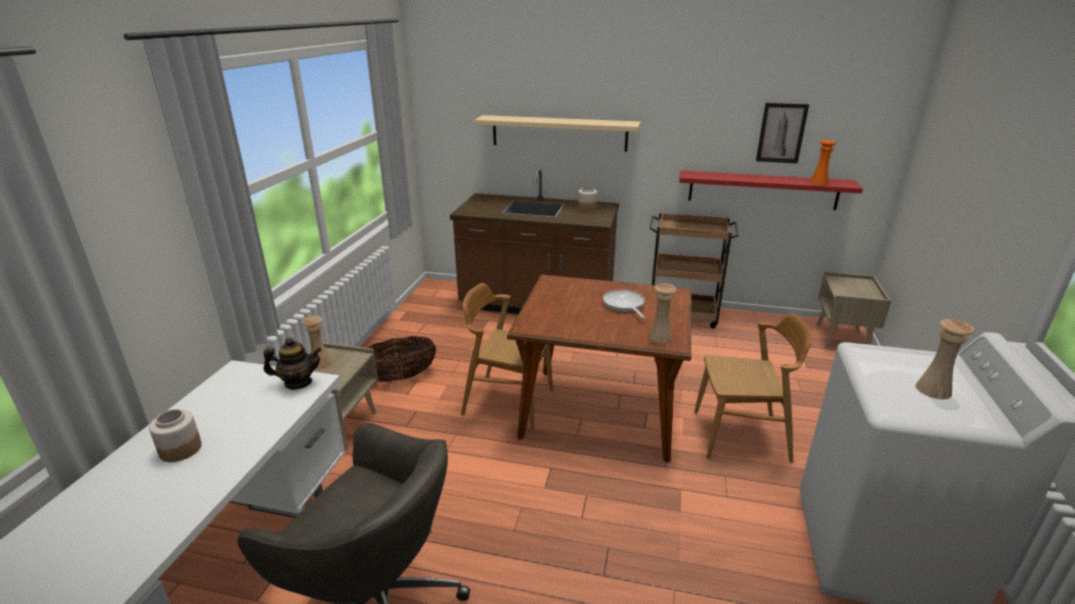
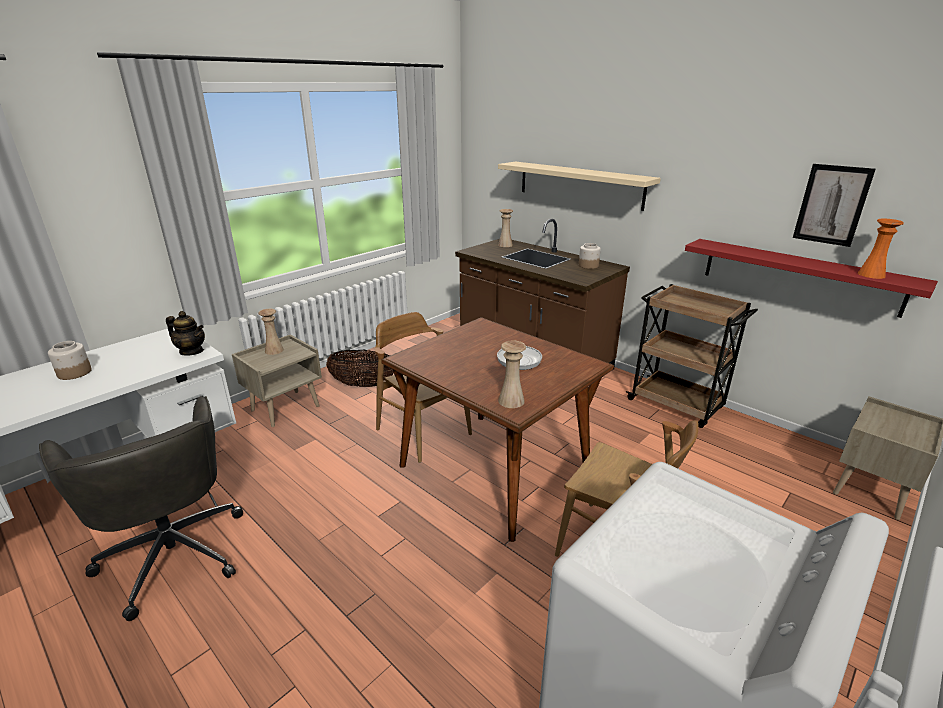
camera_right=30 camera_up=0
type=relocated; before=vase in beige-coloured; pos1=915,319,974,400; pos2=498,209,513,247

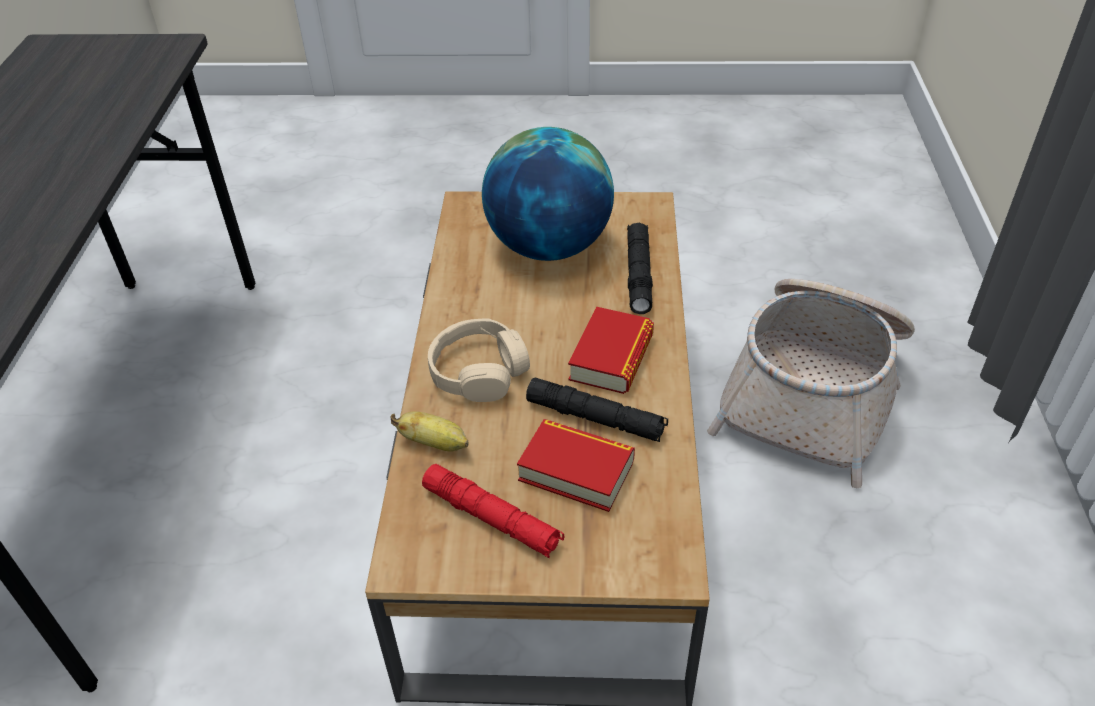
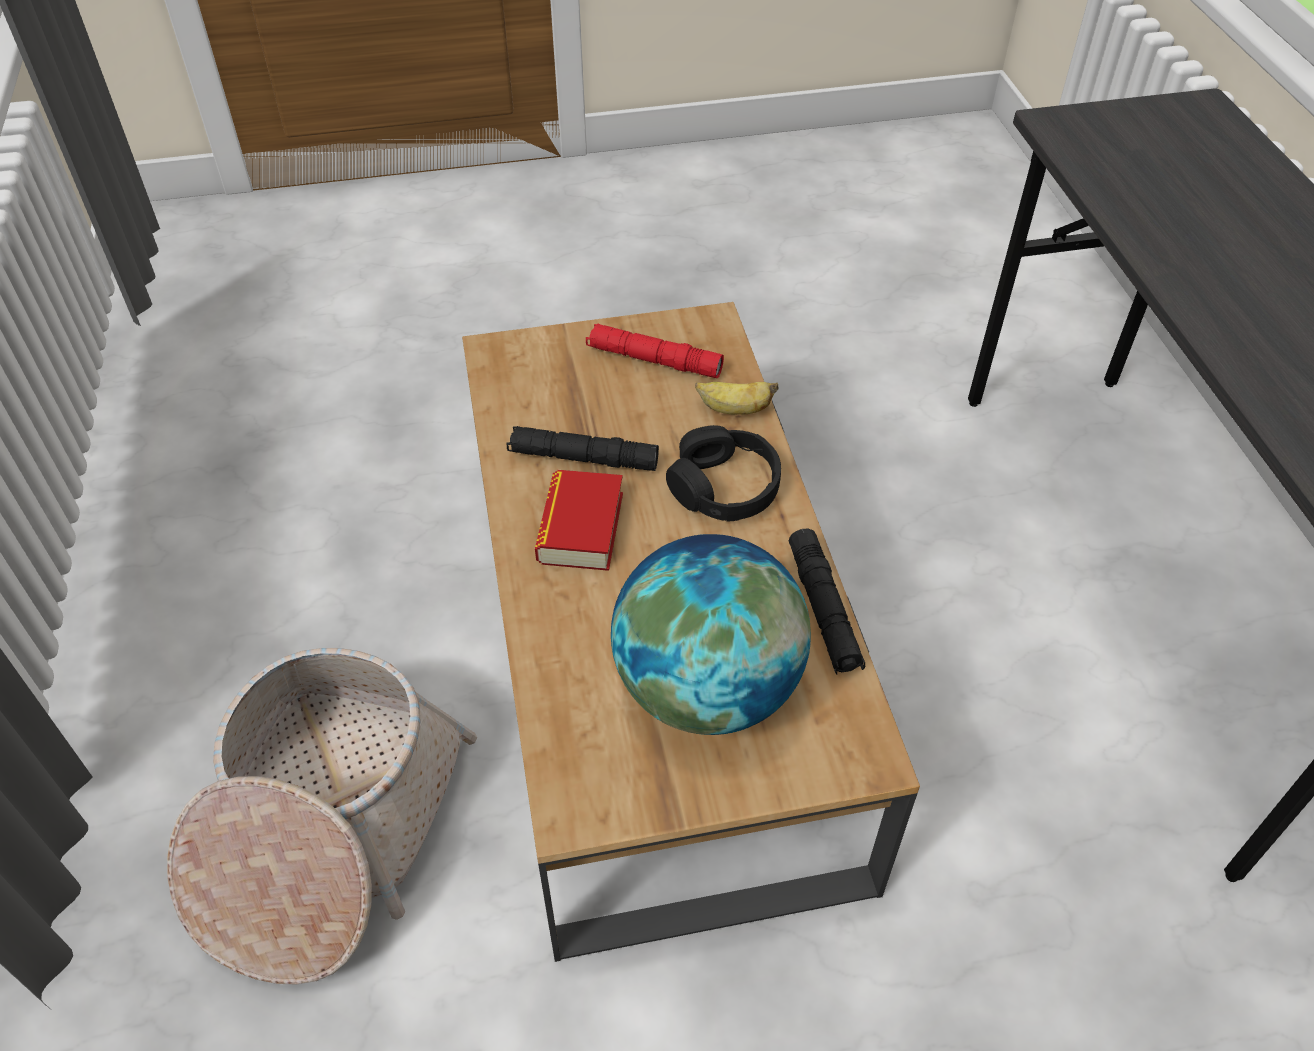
camera_right=165 camera_up=5
type=missing; before=book; pos1=517,419,635,512
type=relocated; before=torch in blackish; pos1=627,223,653,314; pos2=789,528,865,675
type=colour; before=pair of headphones in beige-coloured; after=pair of headphones in blackish; pos1=428,318,530,402; pos2=666,425,781,521

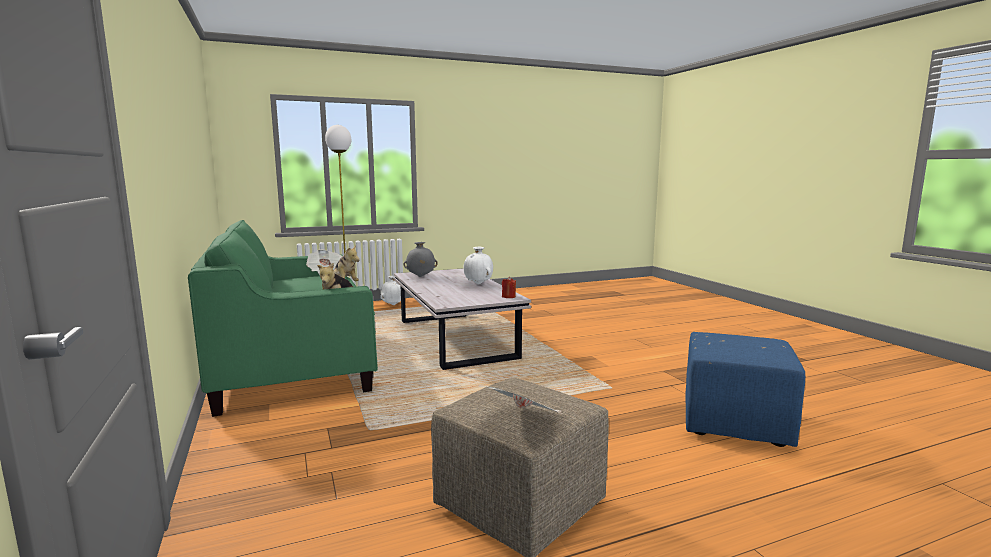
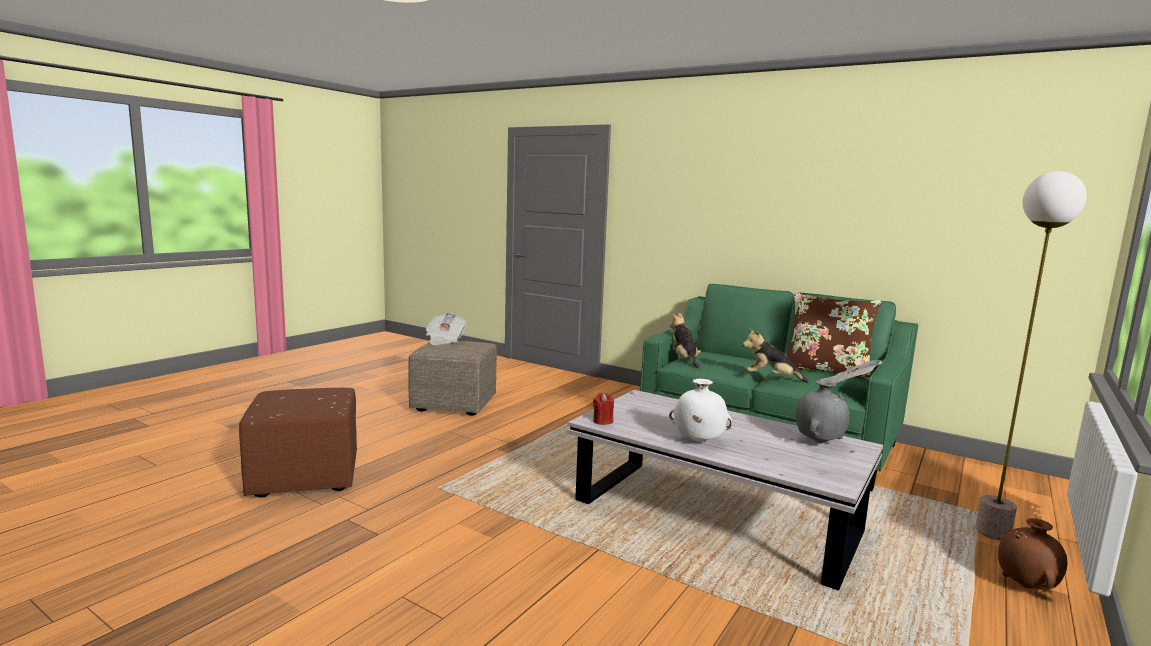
camera_right=145 camera_up=0
type=appeared; after=throw pillow in brown; pos2=788,292,882,380
type=colour; before=vase in white; after=vase in brown; pos1=380,276,401,305; pos2=998,518,1067,589
type=colour; before=ottoman in bluish; after=ottoman in brown; pos1=685,332,805,447; pos2=239,388,357,498

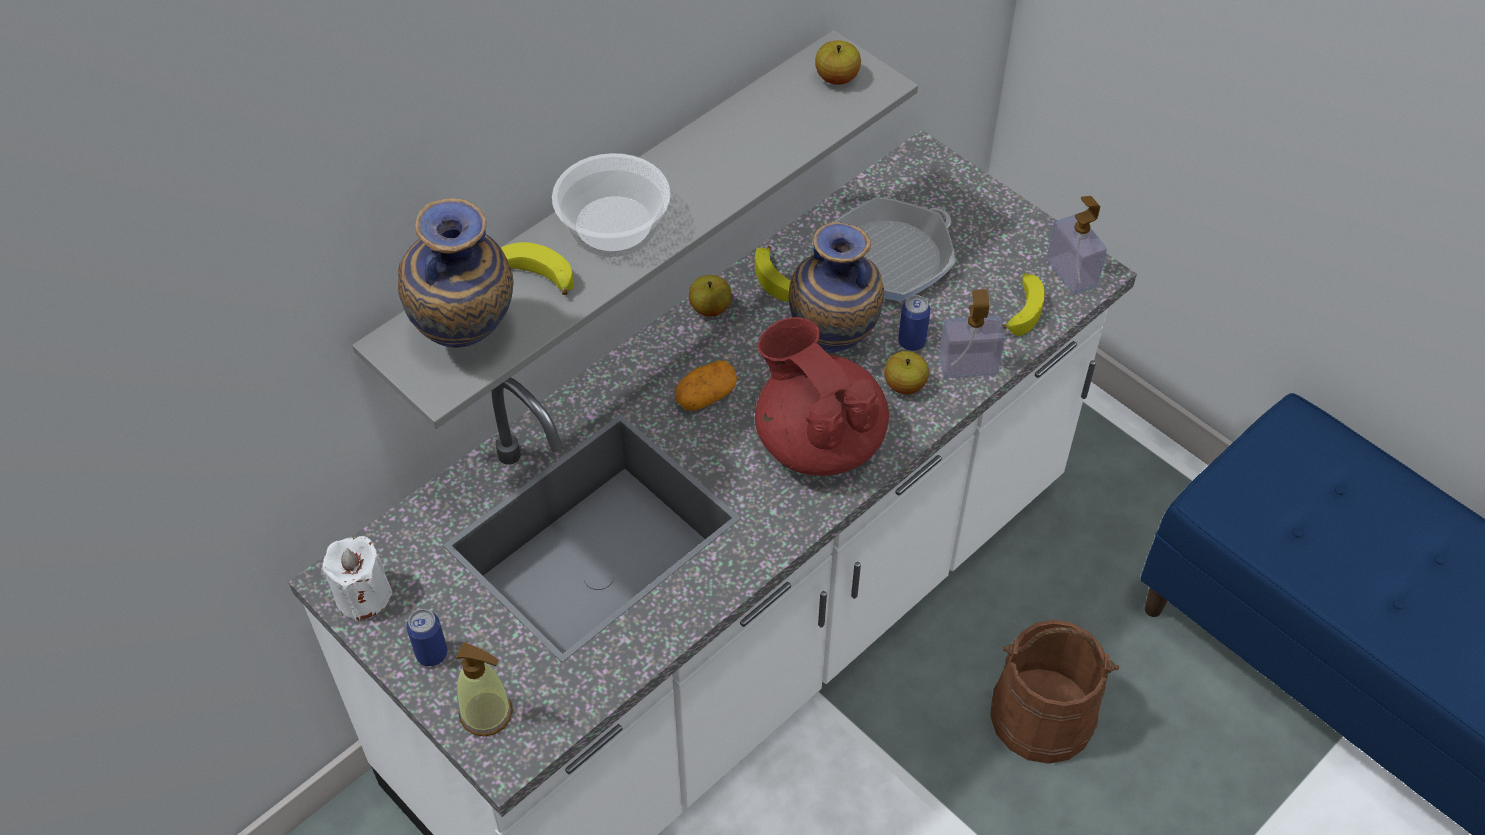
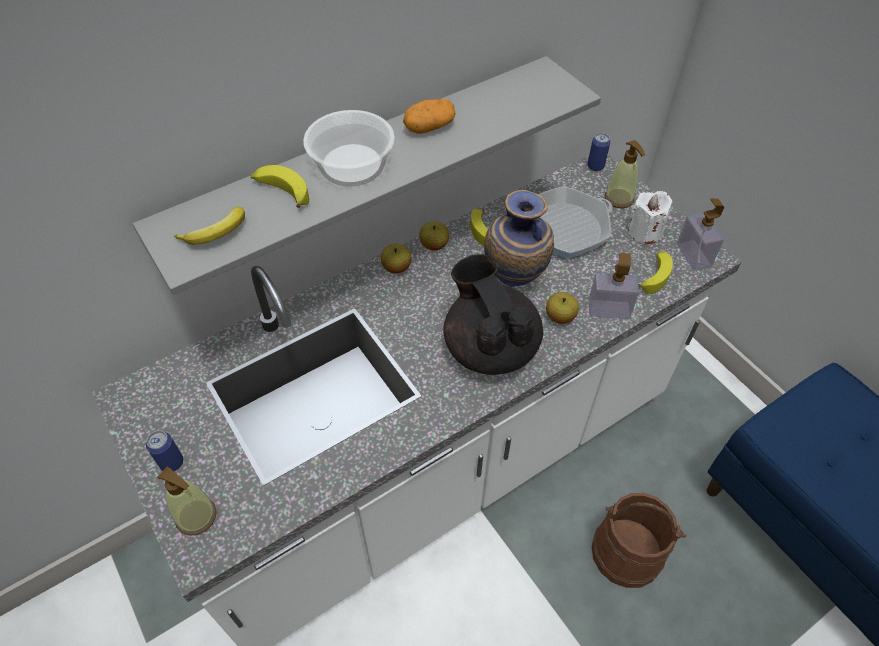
camera_right=10 camera_up=0
type=appeared; after=liquid soap bottle; pos2=605,140,645,208
type=relocated; before=candle in white; pos1=322,536,393,621; pos2=628,191,672,245
type=relocated; before=potato; pos1=675,361,737,411; pos2=403,99,456,134
type=relocated; before=apple fruit; pos1=815,40,861,85; pos2=381,244,411,274
type=relocated; before=can; pos1=898,295,931,351; pos2=587,133,610,171
type=exchanged; before=vase; after=banana; pos1=398,198,513,348; pos2=174,207,245,245
type=colour; before=tea pot in red-coloured; after=tea pot in blackish; pos1=755,317,889,476; pos2=443,254,543,375

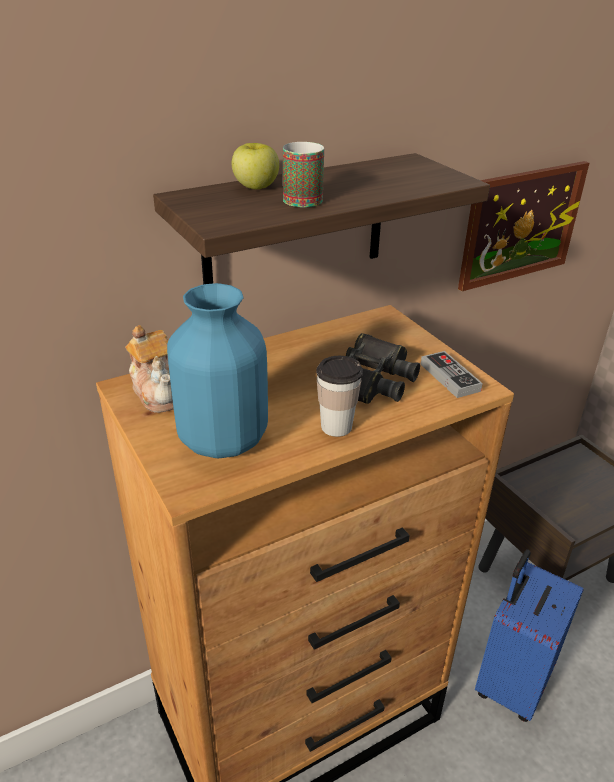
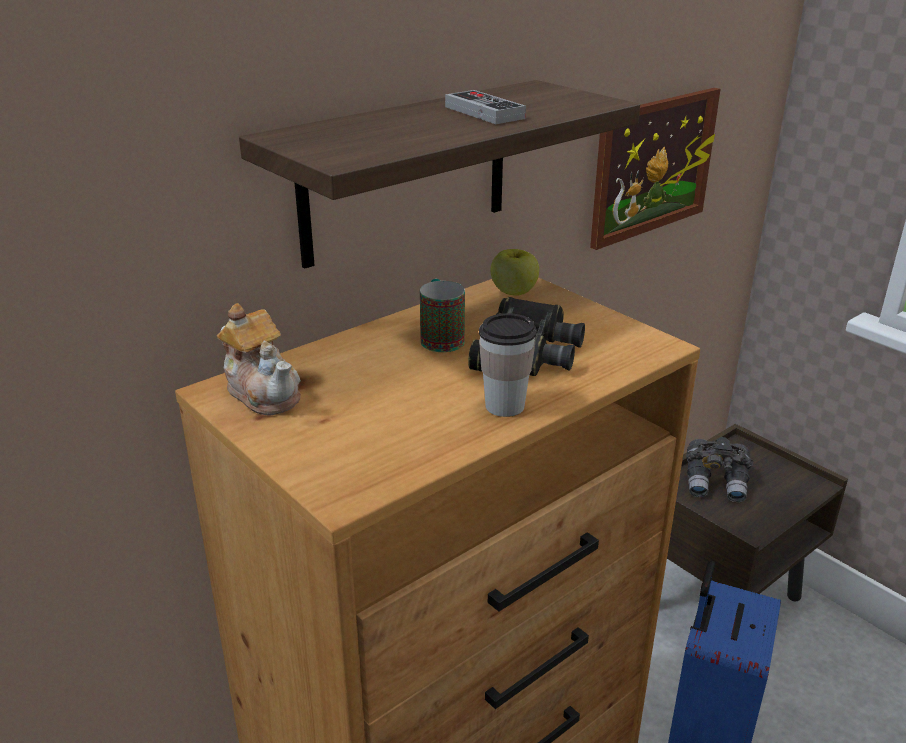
camera_right=-10 camera_up=-5
type=missing; before=vase in bluish; pos1=167,283,268,458
type=appeared; after=pair of binoculars in greyish; pos2=686,437,753,502
type=relocated; before=apple fruit; pos1=232,143,279,189; pos2=491,249,539,296
type=relocated; before=tea mug; pos1=283,142,324,207; pos2=420,279,465,352
type=relocated; before=joypad; pos1=420,351,483,398; pos2=445,90,526,124

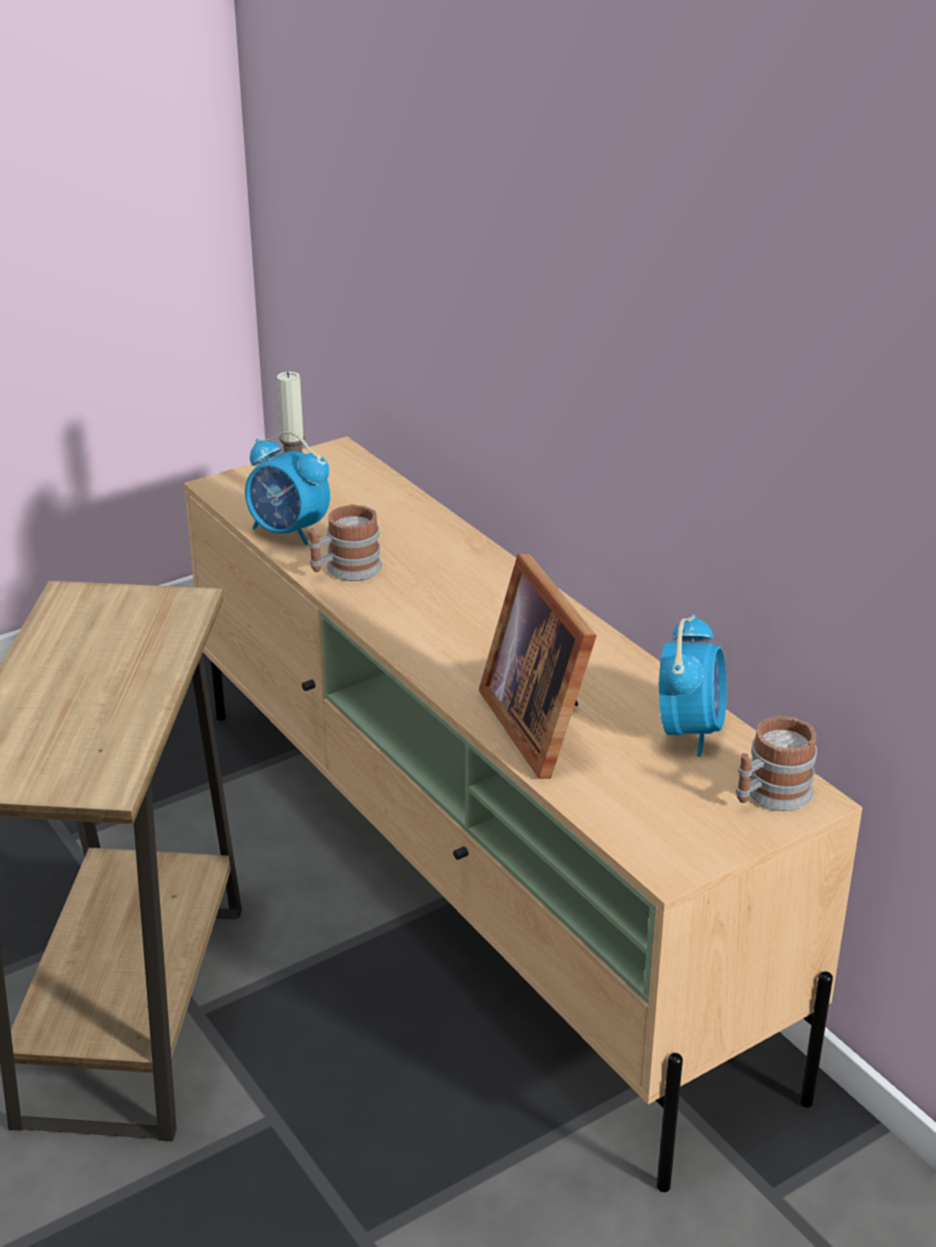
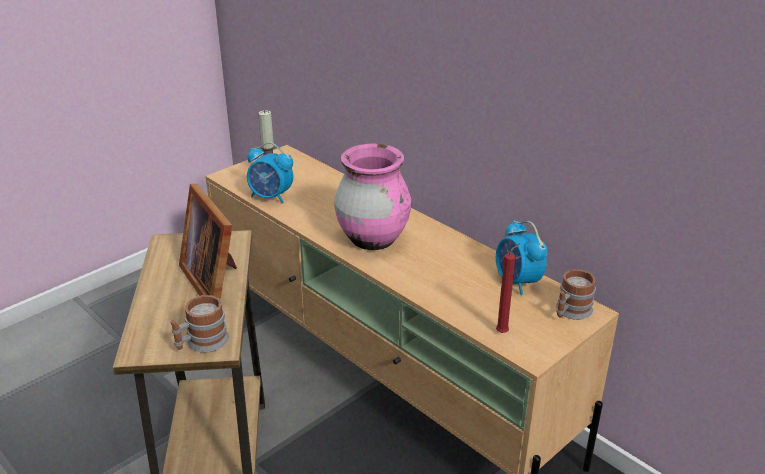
camera_right=-10 camera_up=0
type=appeared; after=vase in pink-coloured; pos2=334,144,411,250
type=appeared; after=candle in red-coloured; pos2=496,243,520,333
type=relocated; before=tea mug; pos1=308,504,382,581; pos2=170,295,229,353
type=relocated; before=standing frame; pos1=479,553,597,779; pos2=179,184,237,300
type=spun; before=alarm clock; pos1=659,614,727,757; pos2=496,220,548,295; turn=150

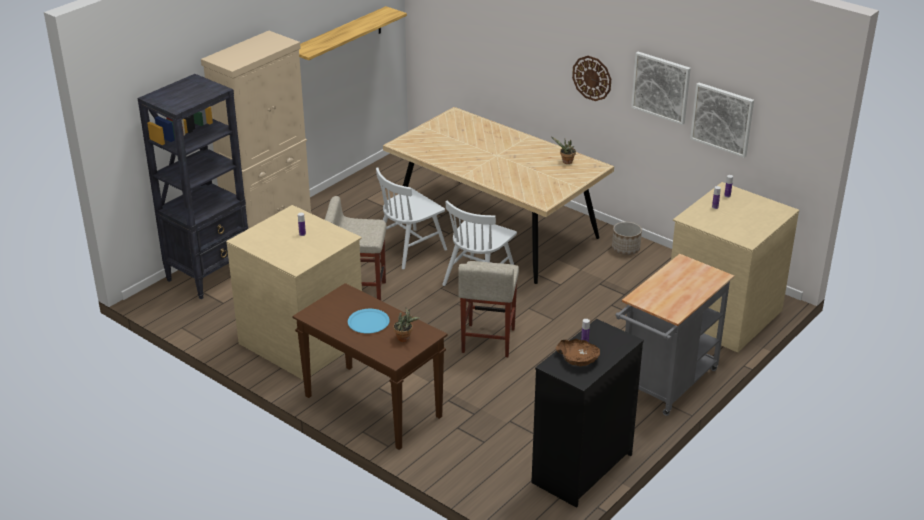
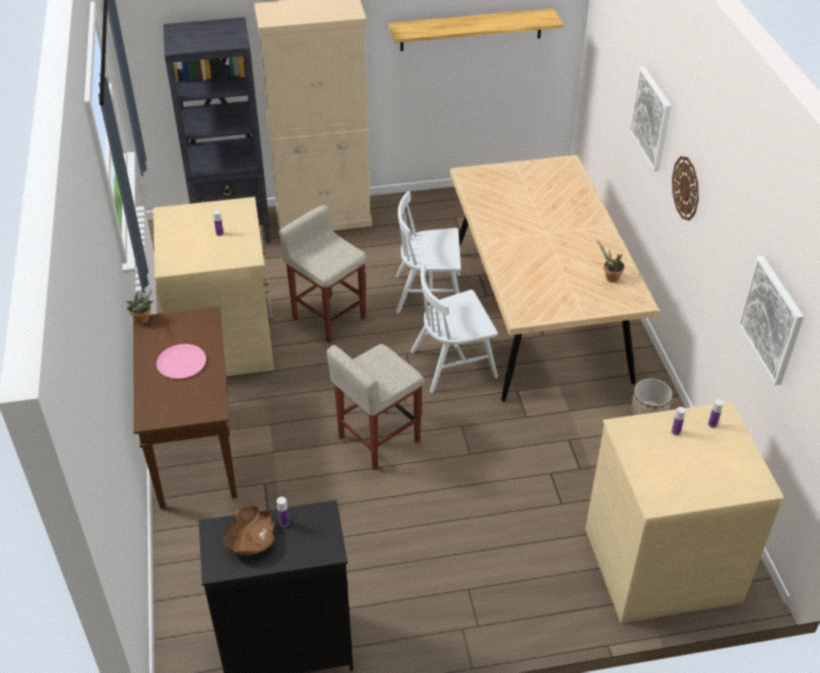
camera_right=40 camera_up=10
type=missing; before=cart in greyish; pos1=615,254,734,416
type=relocated; before=plant in a pot; pos1=393,308,420,342; pos2=126,289,154,324
type=relocated; before=wall art; pos1=631,52,691,125; pos2=629,67,671,172
type=colour; before=plate in bluish; after=plate in pink-coloured; pos1=348,309,390,333; pos2=157,344,206,379

